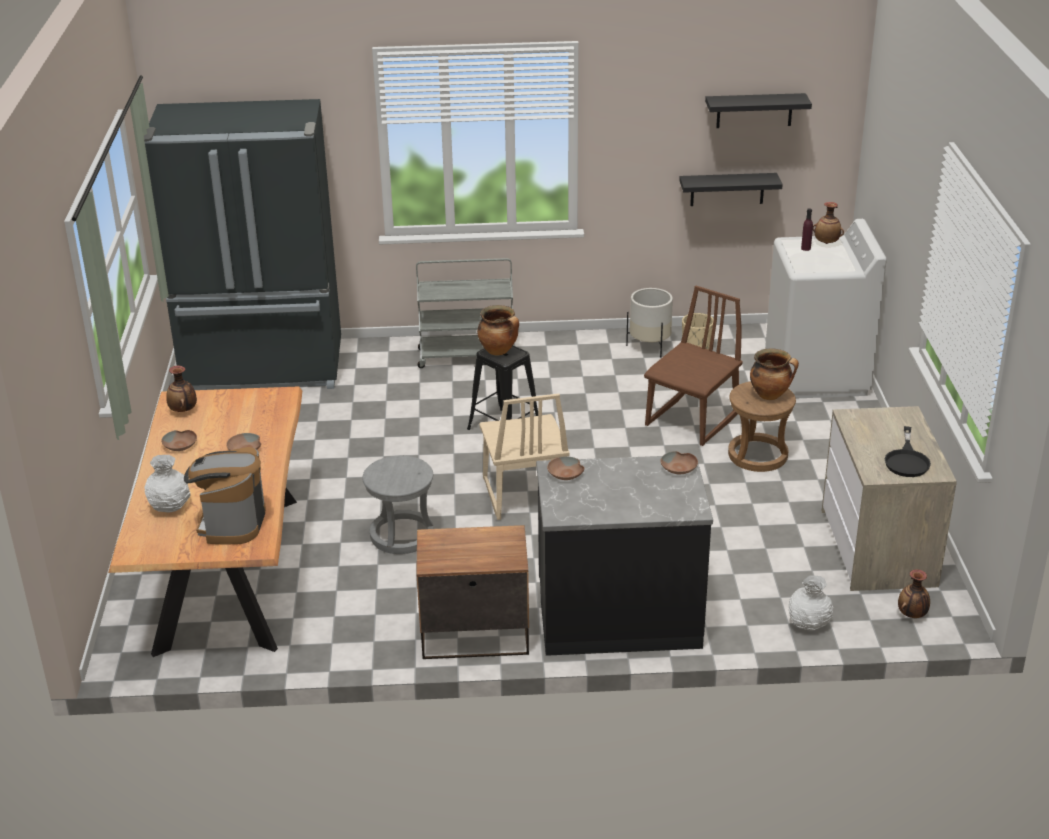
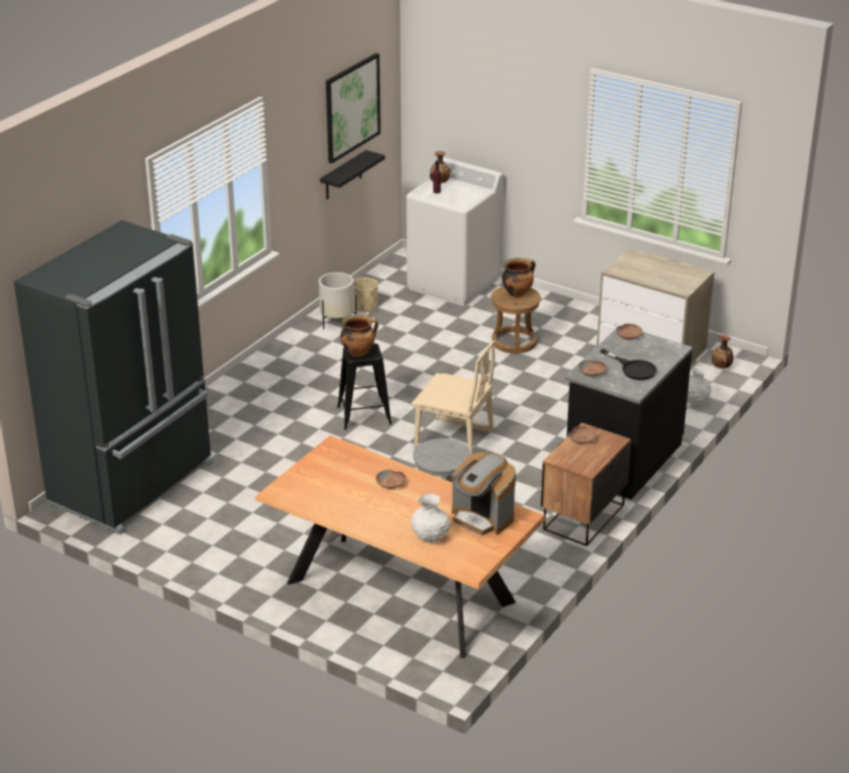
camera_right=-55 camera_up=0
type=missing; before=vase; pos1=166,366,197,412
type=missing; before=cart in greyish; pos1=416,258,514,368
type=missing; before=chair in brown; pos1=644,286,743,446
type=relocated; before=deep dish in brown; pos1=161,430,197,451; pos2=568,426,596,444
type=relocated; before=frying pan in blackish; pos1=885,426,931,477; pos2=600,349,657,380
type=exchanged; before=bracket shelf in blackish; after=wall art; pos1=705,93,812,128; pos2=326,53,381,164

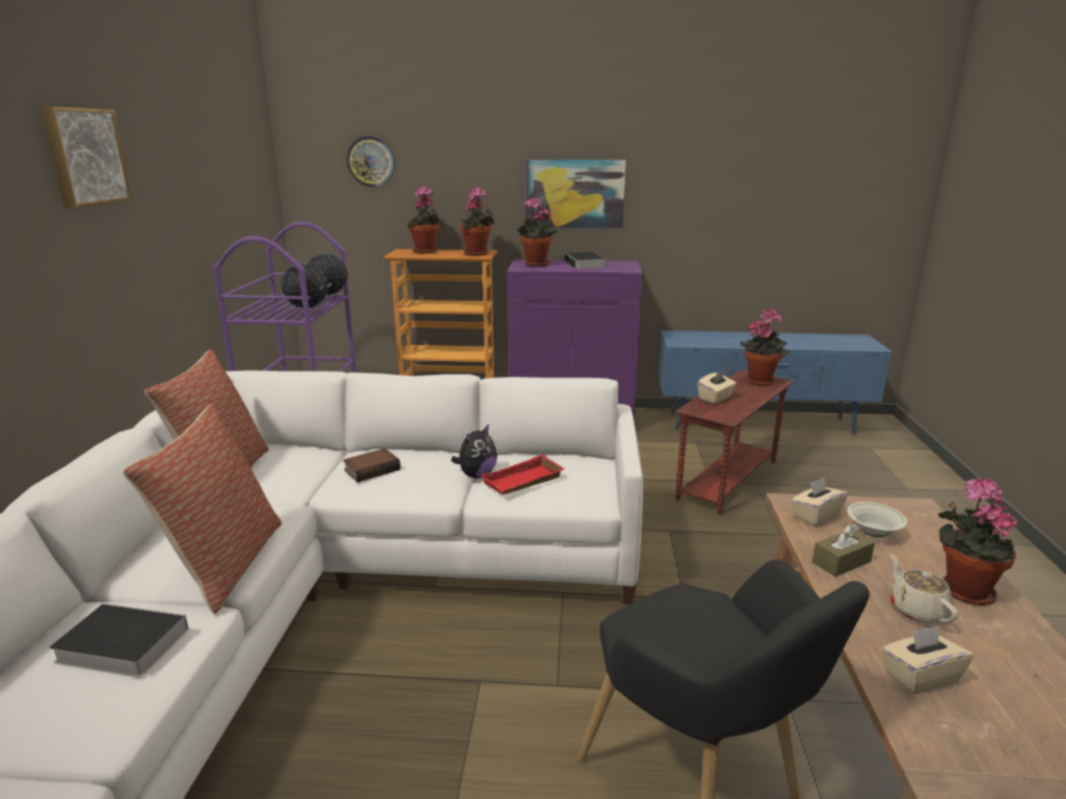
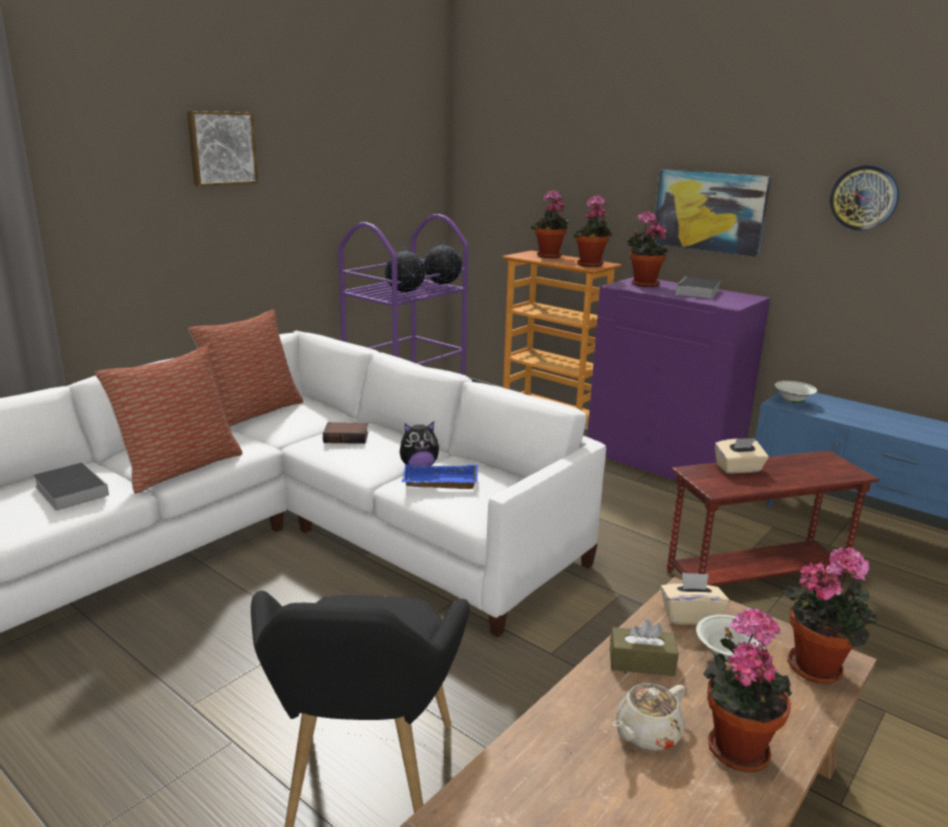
camera_right=35 camera_up=0
type=missing; before=tissue holder in beige-coloured; pos1=882,626,973,694
type=appeared; after=deep dish in white; pos2=775,381,817,403
type=relocated; before=clock on the wall; pos1=346,136,395,187; pos2=829,165,899,231
type=relocated; before=plant in a pot; pos1=740,308,789,386; pos2=784,547,877,684
type=colour; before=serving tray in red-coloured; after=serving tray in bluish; pos1=481,454,564,495; pos2=401,464,478,489
type=spun; before=tea pot in beige-coloured; pos1=889,555,959,623; pos2=613,683,685,751; turn=-150

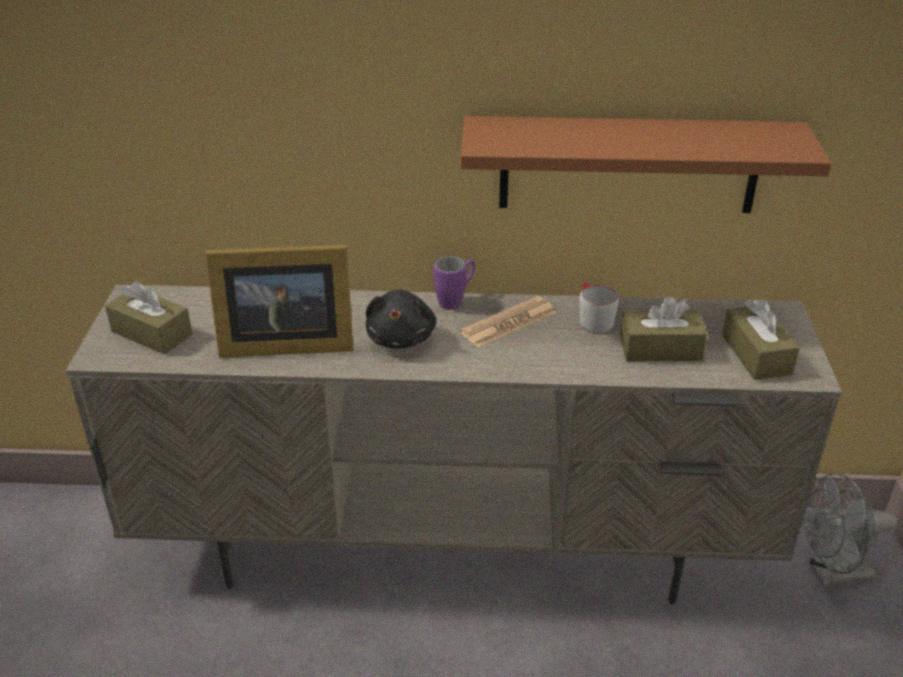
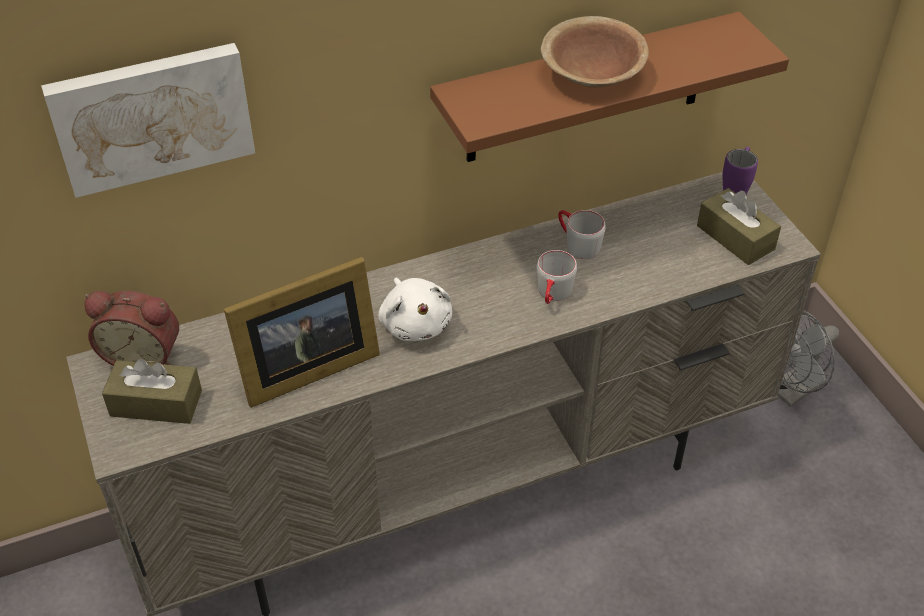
camera_right=-25 camera_up=10
type=missing; before=printed paper; pos1=460,296,556,347
type=missing; before=tissue holder in brown; pos1=620,296,707,361
type=appeared; after=wall art; pos2=41,43,255,198
type=appeared; after=alarm clock; pos2=84,291,179,366
type=appeared; after=tea mug in greyish; pos2=537,250,577,304
type=appeared; after=deep dish in brown; pos2=541,16,649,88
type=relocated; before=tea mug in purplish; pos1=434,256,475,310; pos2=722,147,758,194
type=colour; before=soft toy in blackish; after=soft toy in white; pos1=366,290,436,349; pos2=378,278,452,341

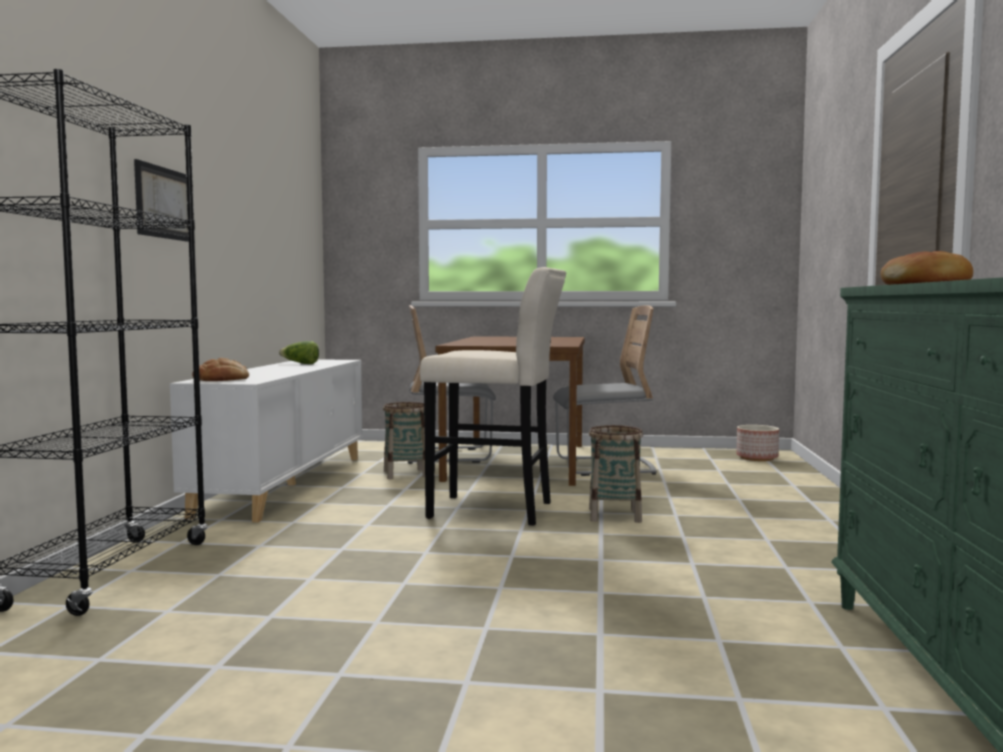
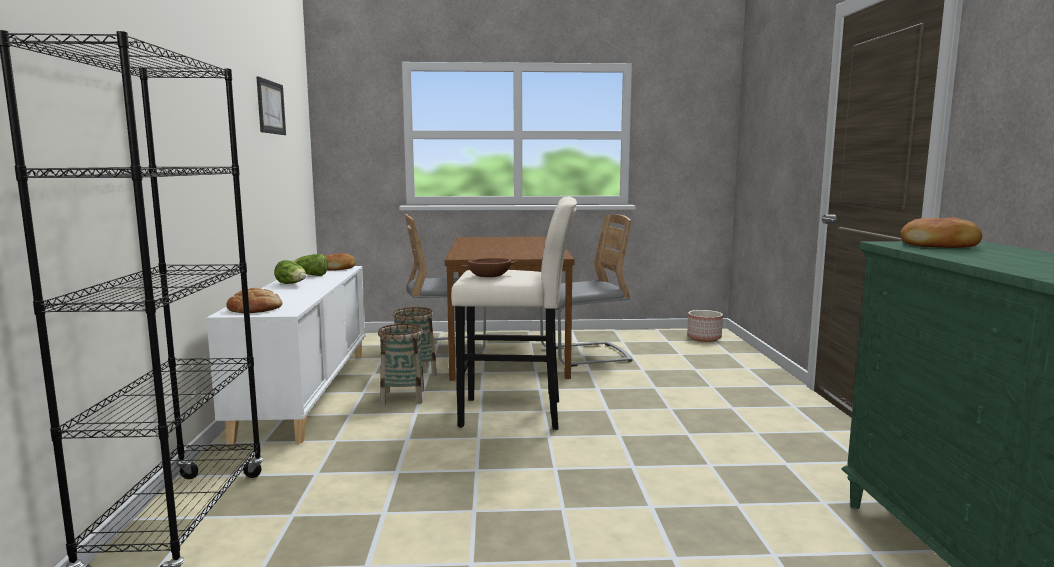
camera_right=-10 camera_up=5
type=appeared; after=head of lettuce; pos2=274,260,306,284
type=appeared; after=baked bread; pos2=325,253,356,270
type=appeared; after=deep dish in brown; pos2=461,258,519,277
type=relocated; before=wall art; pos1=134,159,189,242; pos2=257,77,286,135
type=relocated; before=storage basket; pos1=589,425,643,523; pos2=378,324,424,405

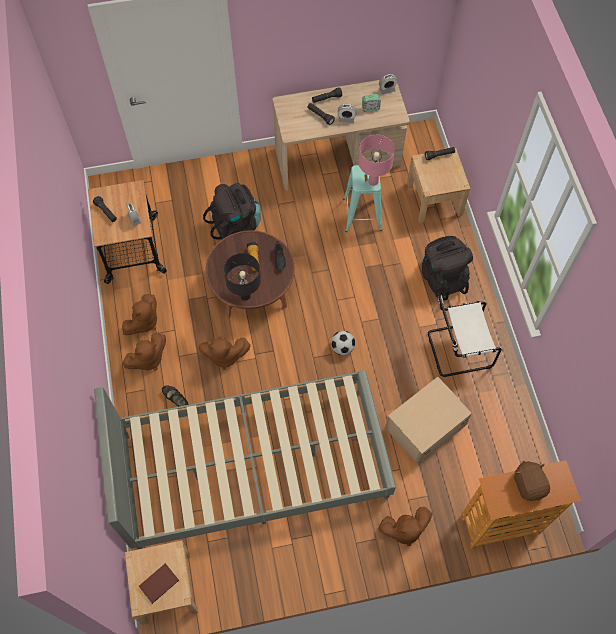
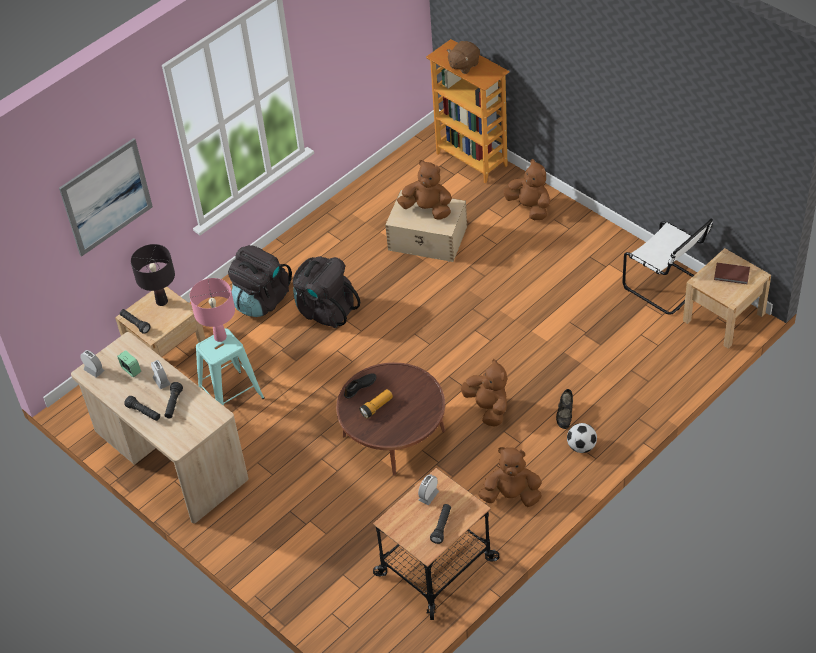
camera_right=-120 camera_up=-15
type=missing; before=bed in greyish; pos1=94,370,396,549
type=appeared; after=wall art; pos2=59,138,153,257
type=relocated; before=soft toy in brown; pos1=123,332,166,371; pos2=397,160,452,220
type=relocated; before=backpack in blackish; pos1=203,183,261,240; pos2=293,256,360,328
type=relocated; before=lamp for a table in blackish; pos1=224,253,261,301; pos2=131,244,175,306
type=relocated; before=football; pos1=331,331,355,355; pos2=567,423,597,453
type=relocated; before=chair in white; pos1=428,294,502,377; pos2=622,218,713,315

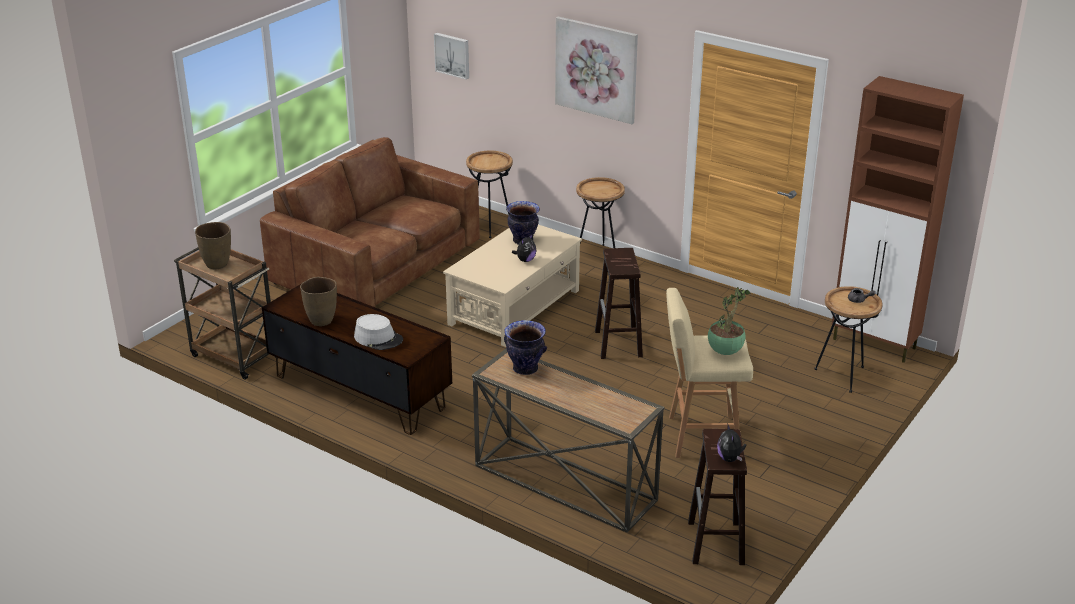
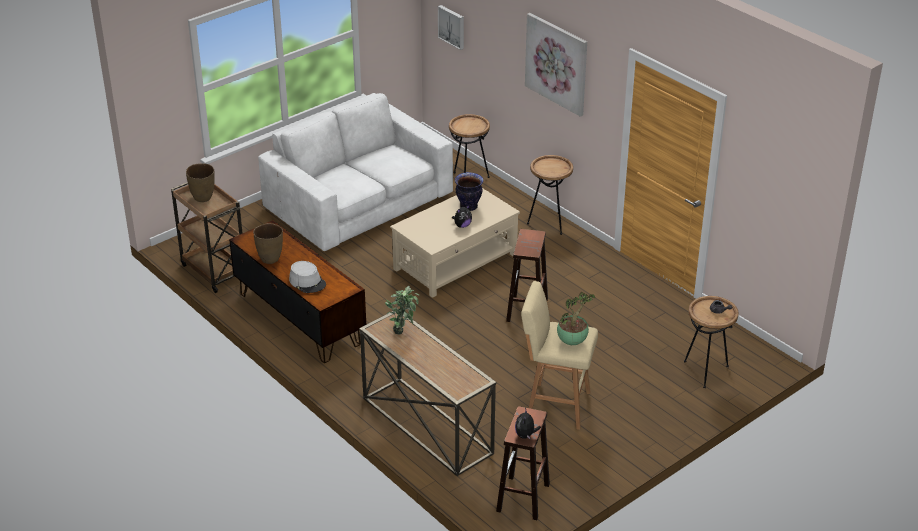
camera_right=15 camera_up=5
type=missing; before=cupboard in brown; pos1=832,76,964,363
type=exchanged; before=vase; after=plant in a pot; pos1=504,320,547,375; pos2=385,286,419,335
type=colour; before=settee in brown; after=settee in white; pos1=260,137,480,307; pos2=258,93,453,251

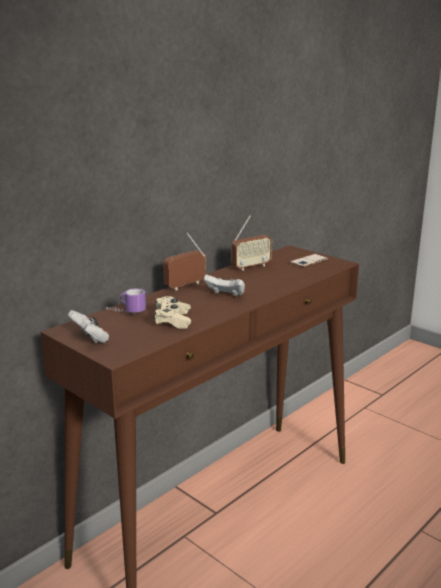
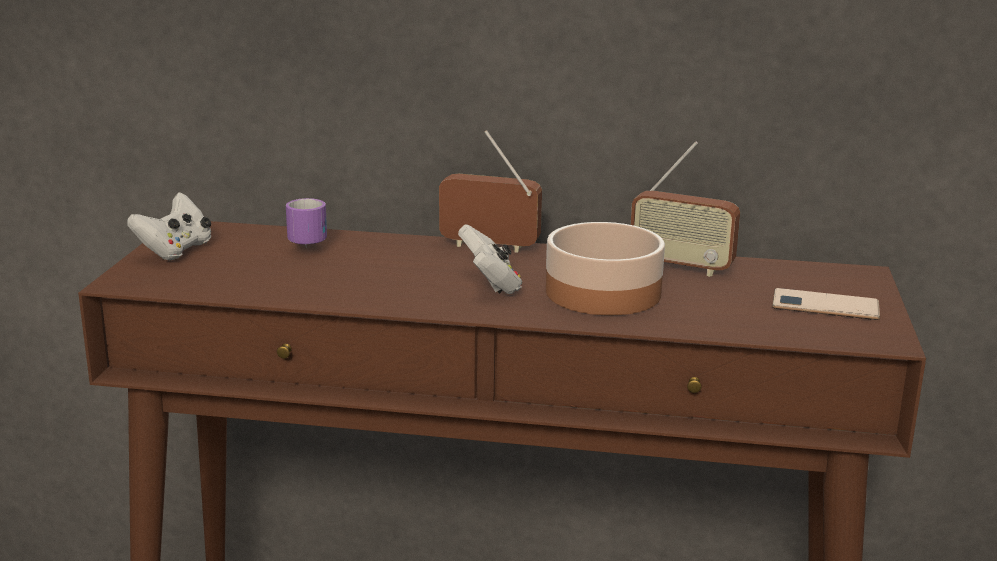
camera_right=55 camera_up=0
type=missing; before=joypad in beige-coloured; pos1=154,296,191,329
type=appeared; after=deep dish; pos2=546,222,665,315

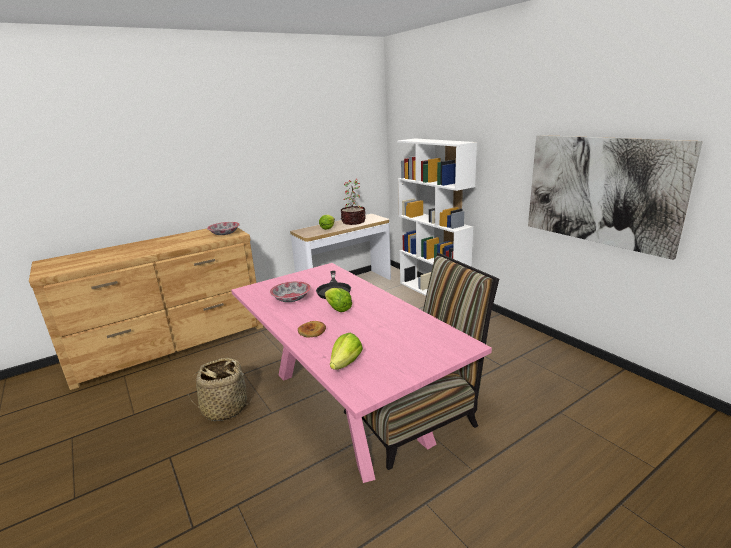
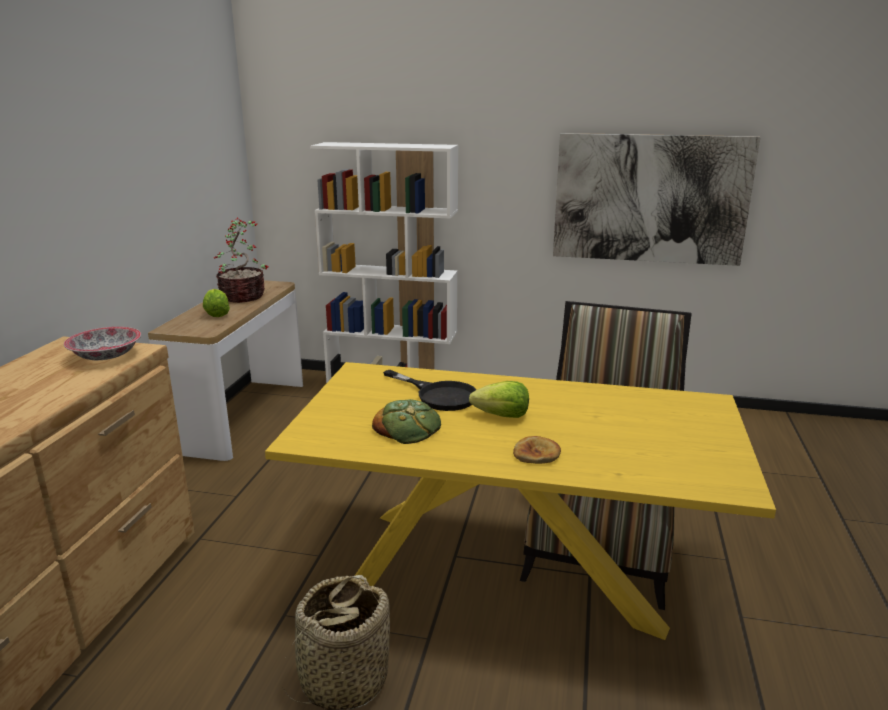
camera_right=-45 camera_up=0
type=missing; before=head of lettuce; pos1=330,333,363,370
type=exchanged; before=deep dish; after=baked bread; pos1=270,281,311,302; pos2=372,399,441,444
type=colour; before=dining table in pink-coloured; after=dining table in yellow; pos1=231,263,492,483; pos2=265,362,776,640

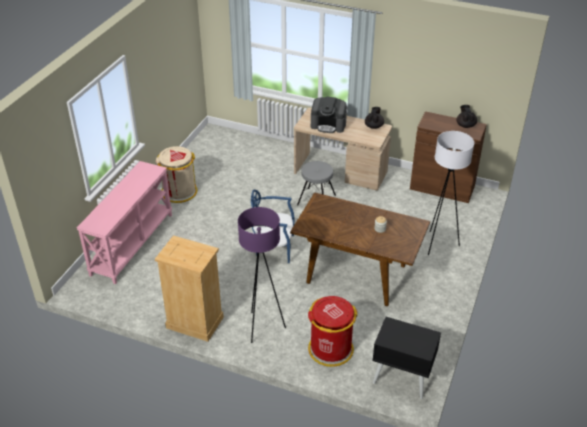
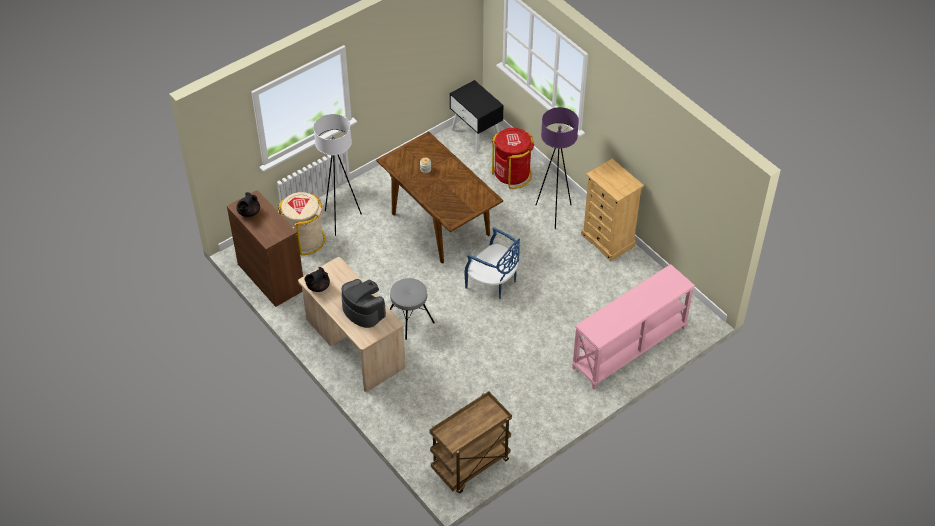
camera_right=-150 camera_up=10
type=appeared; after=cart in brown; pos2=429,391,512,493
type=relocated; before=waste bin in beige-coloured; pos1=156,146,197,203; pos2=278,192,325,255

